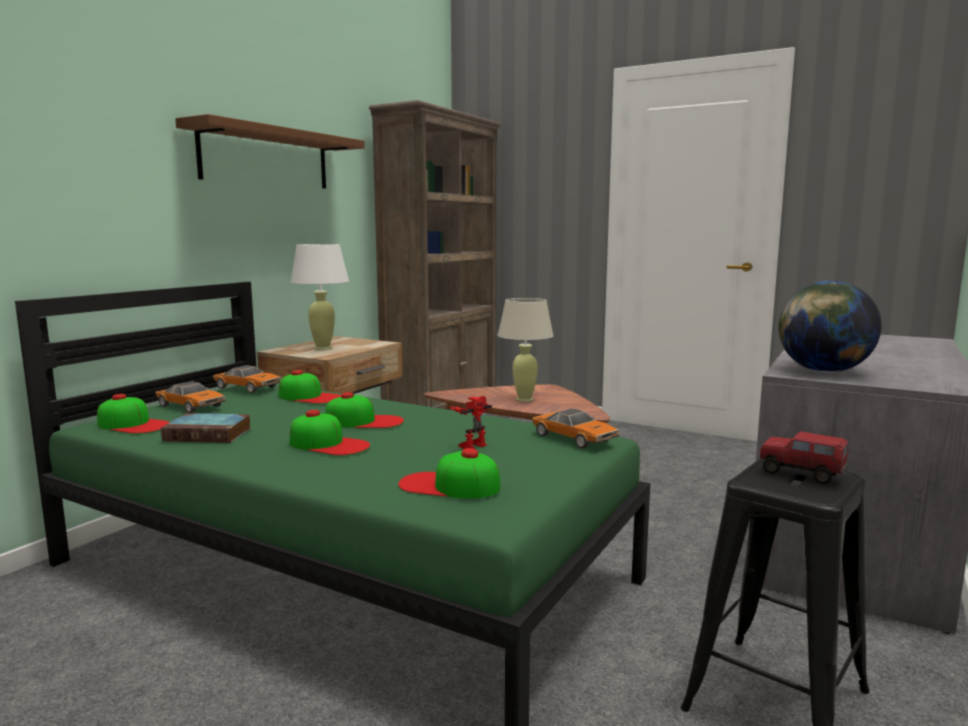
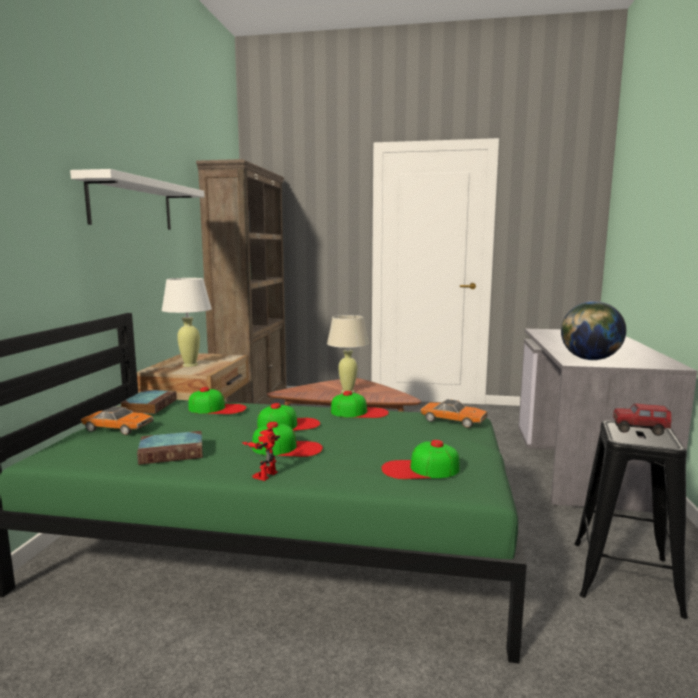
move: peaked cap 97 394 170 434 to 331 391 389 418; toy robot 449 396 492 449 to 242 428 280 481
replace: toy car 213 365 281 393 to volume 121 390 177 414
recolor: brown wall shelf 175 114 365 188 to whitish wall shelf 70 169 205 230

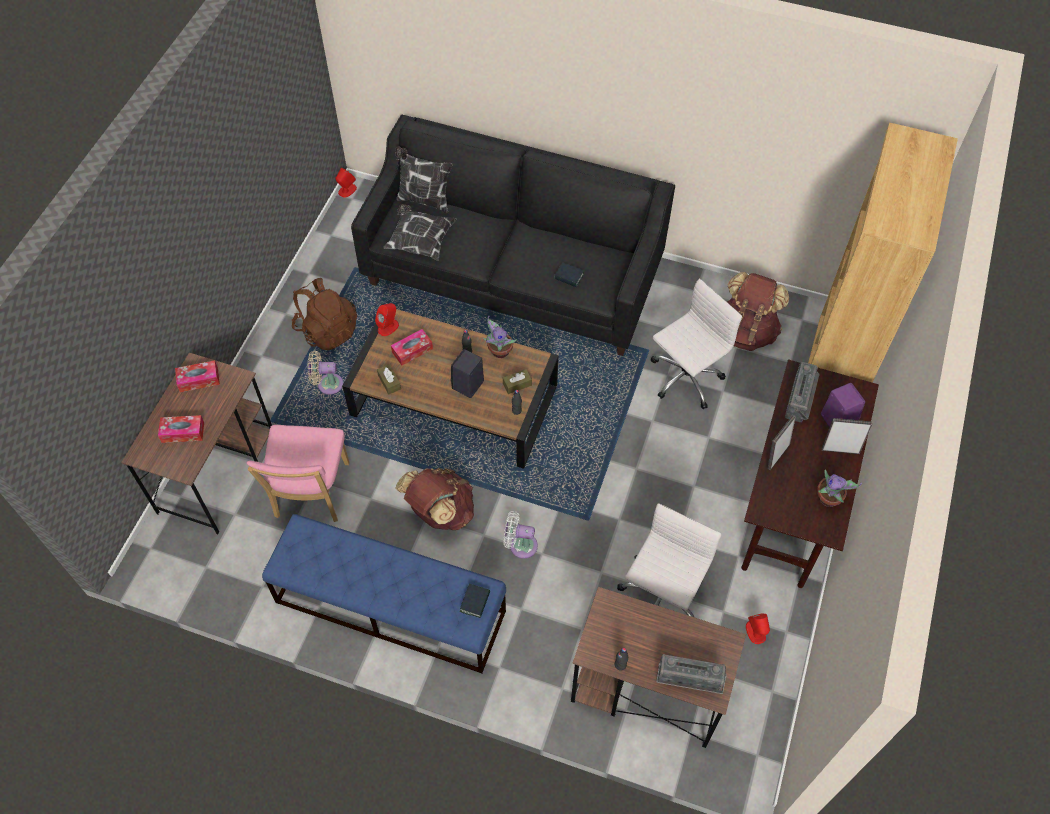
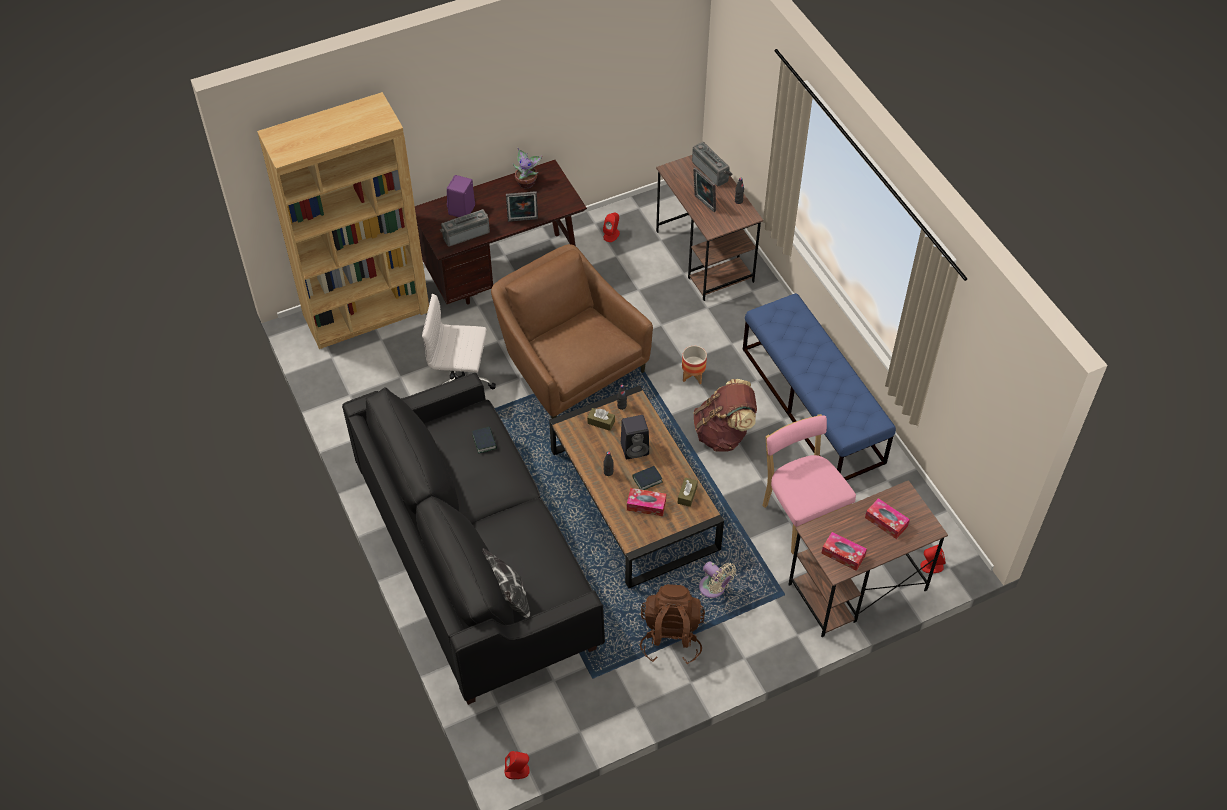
delete: pillow 383 204 457 261; houseplant 483 316 517 358; whitish office chair 617 503 721 617; brown knapsack 727 272 789 351
insert: brown easy chair 491 244 653 419
move: red-coloured speaker 375 303 399 336 to 921 545 946 573; volume 460 584 490 618 to 632 466 663 490; photo frame 822 418 872 454 to 693 168 716 212
replace: whitish fan 504 511 538 559 to flower pot 682 346 707 384
rotate: pinkish plain chair 247 425 350 522 = 762 414 856 554 75 degrees counterclockwise

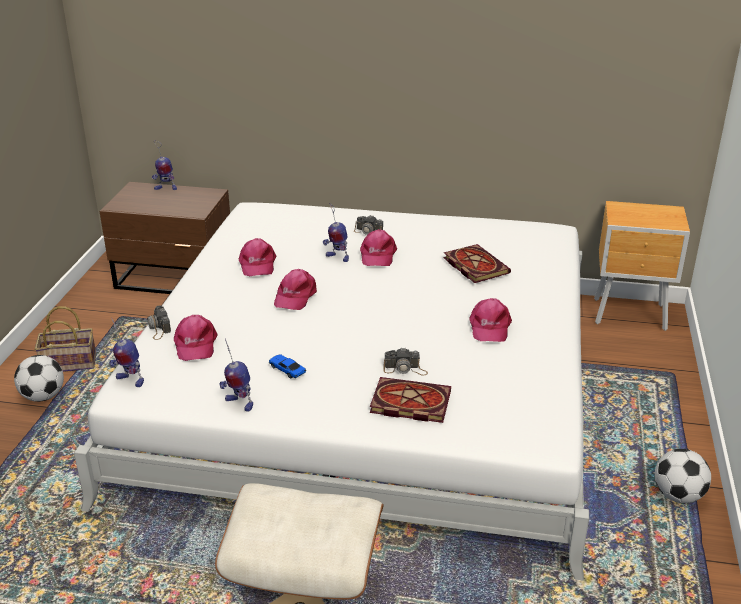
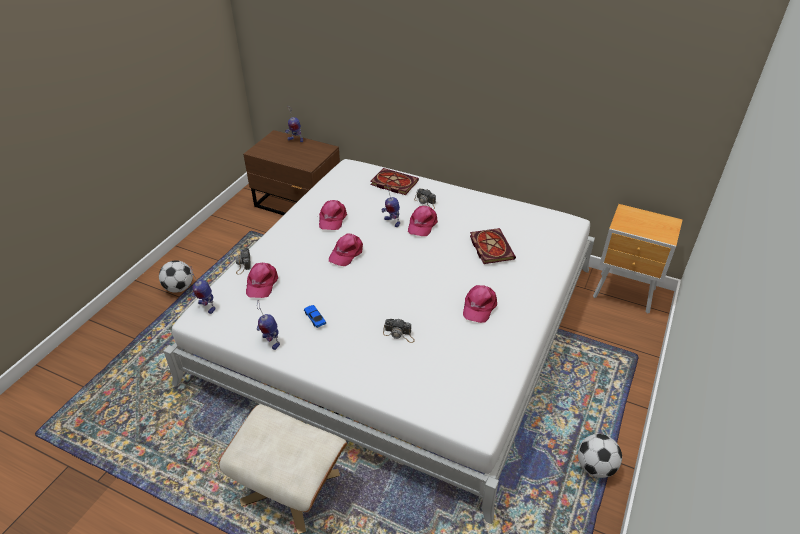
delete: storage basket 35 306 96 372
move: volume 370 377 451 423 to 370 168 419 195

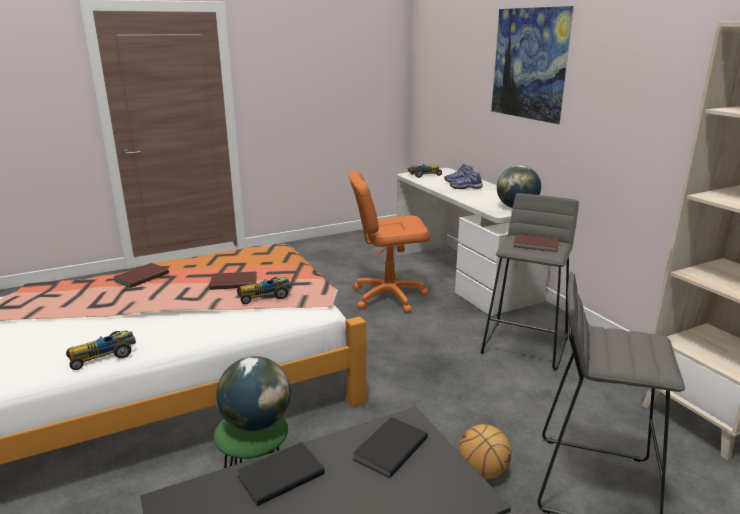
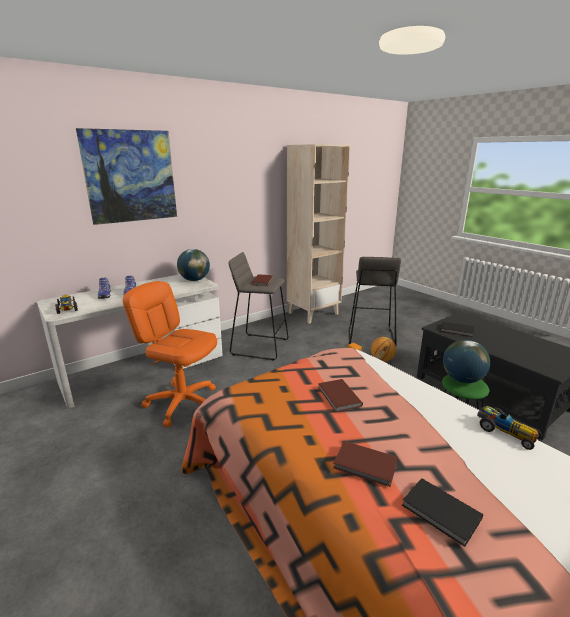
delete: toy car 237 277 292 304
move: blackish volume 237 442 325 506 to 402 478 483 547
rotate: orangey office chair 349 171 430 313 = 123 281 217 427 135 degrees clockwise

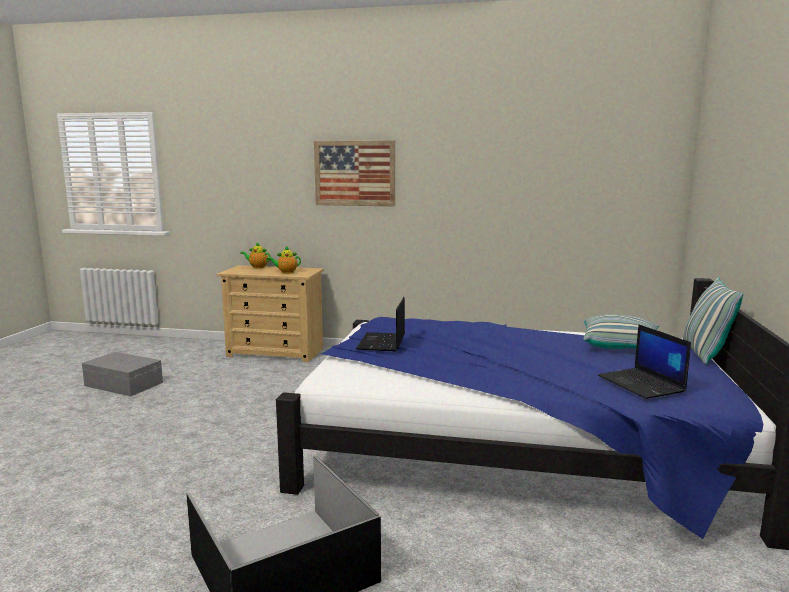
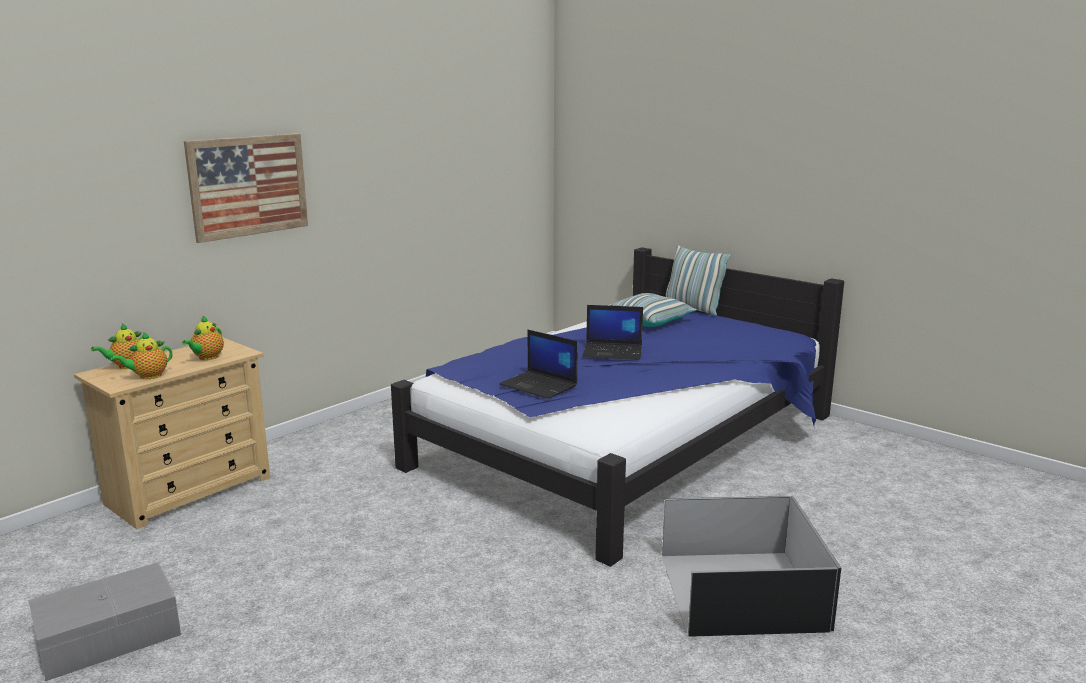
insert: pot for tea 111 332 172 379
move: laptop 598 324 691 399 to 582 305 643 360

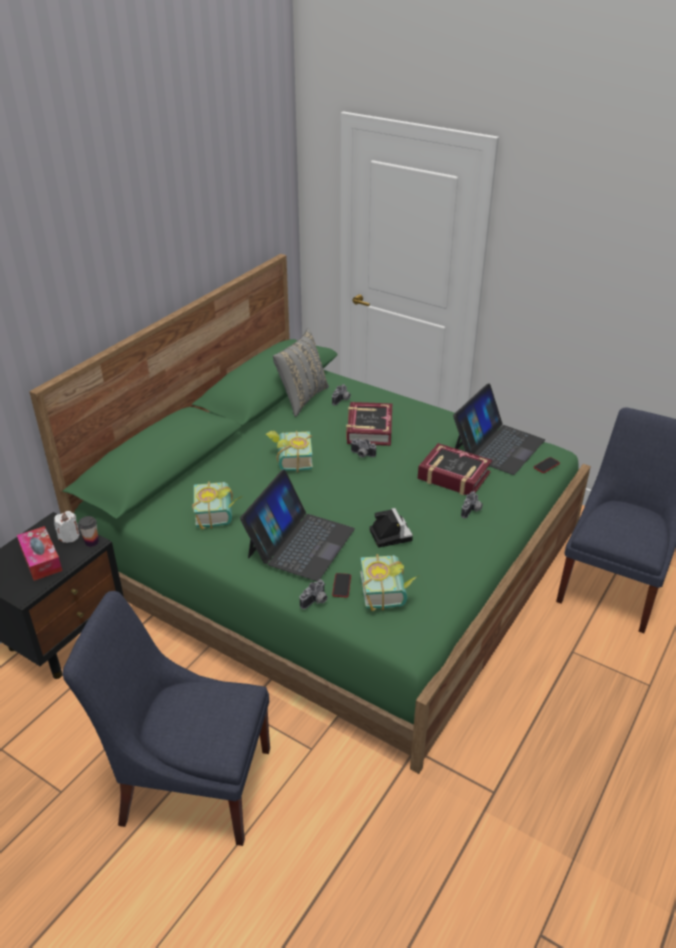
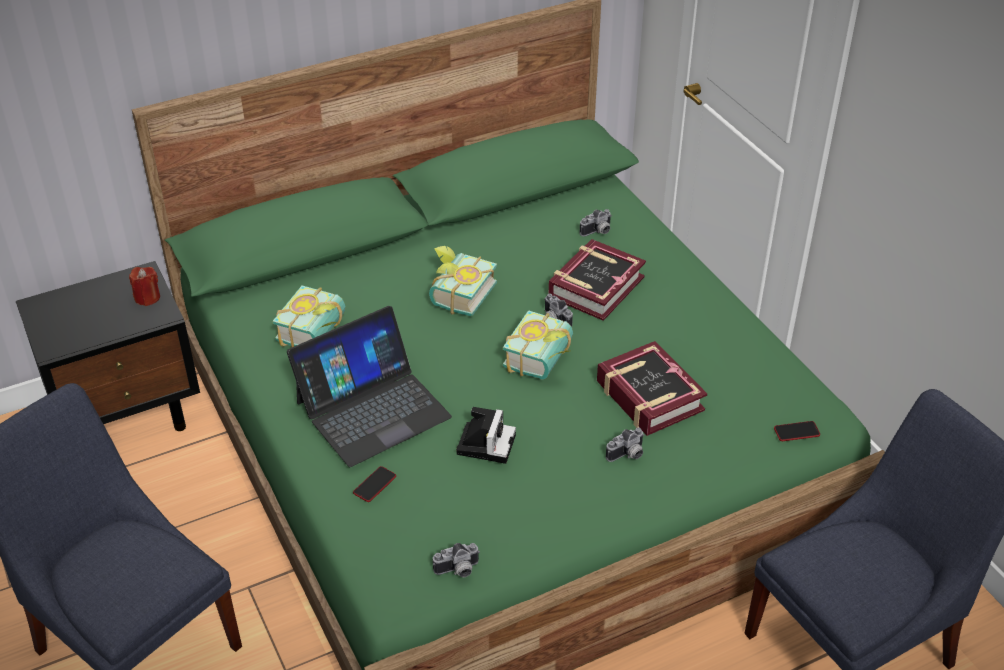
delete: tissue holder 17 526 62 581; cup 78 516 99 547; gray pillow 273 328 329 417; laptop 453 383 545 475
move: photo camera 300 579 327 609 to 433 543 480 577; volume 360 554 420 611 to 503 310 573 379
recolor: whitish wax candle 54 511 80 543 to red-coloured wax candle 129 267 160 306

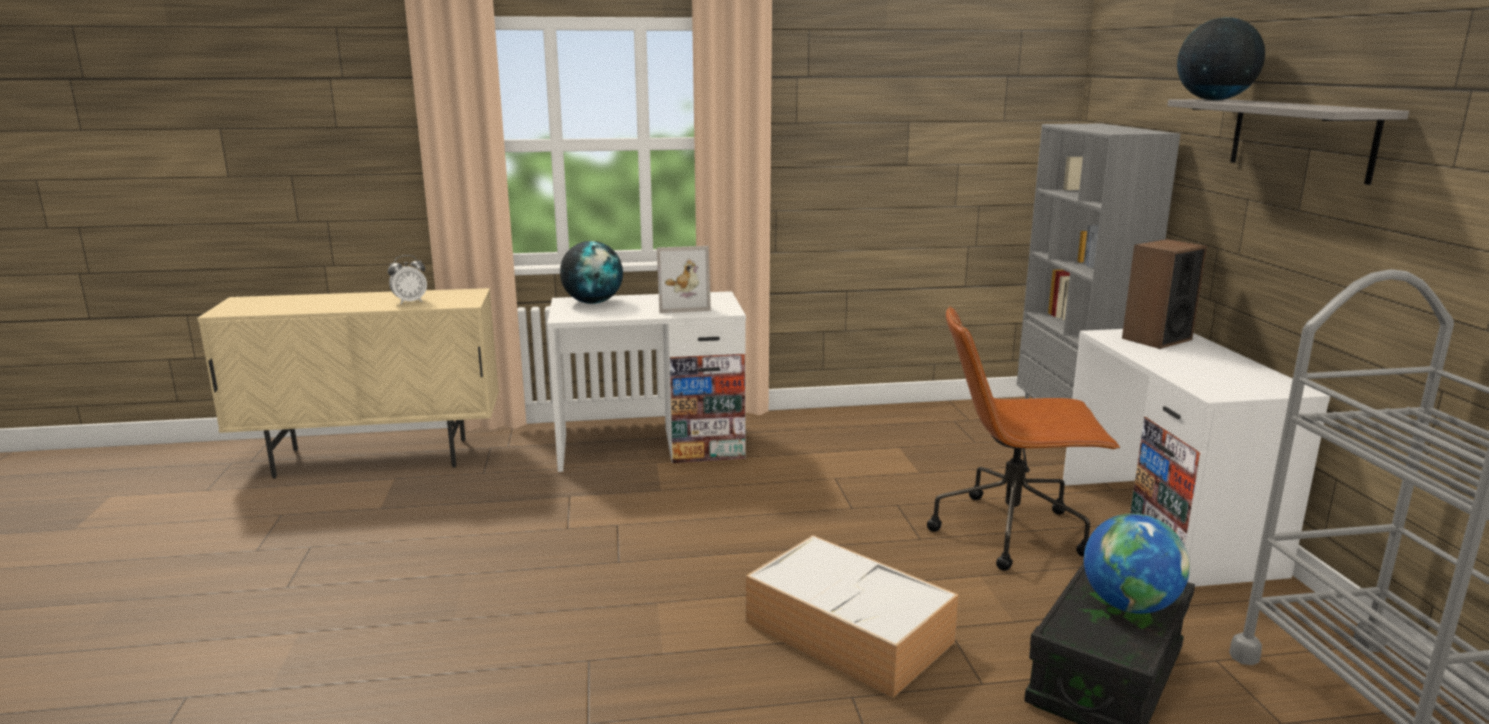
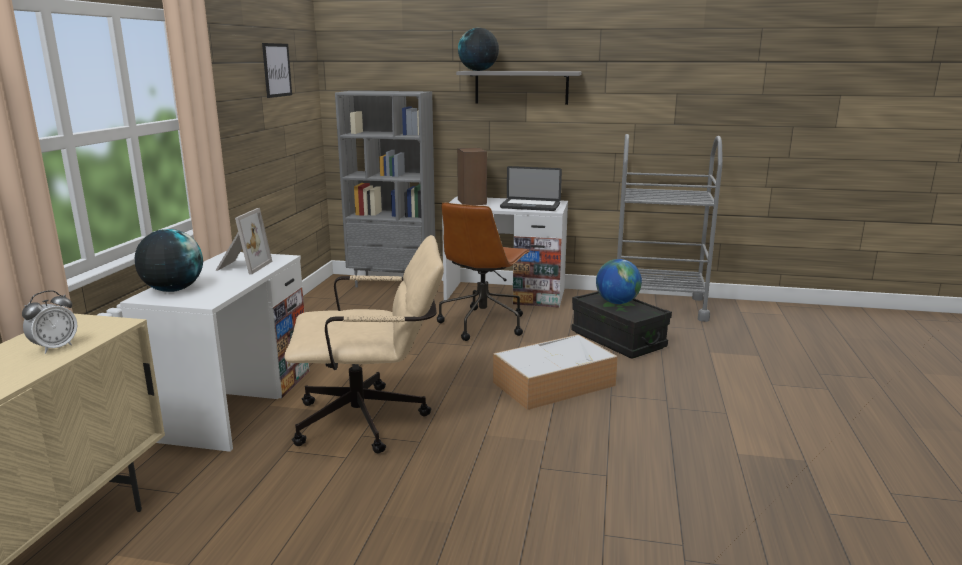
insert: picture 262 43 292 98; sand-coloured office chair 284 235 444 454; laptop 500 166 562 211
rotate: alarm clock 388 255 427 304 = 22 290 77 354 45 degrees clockwise

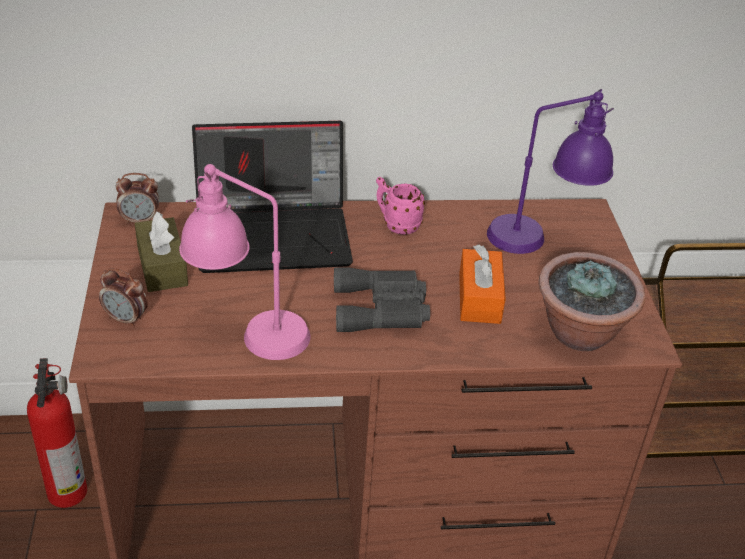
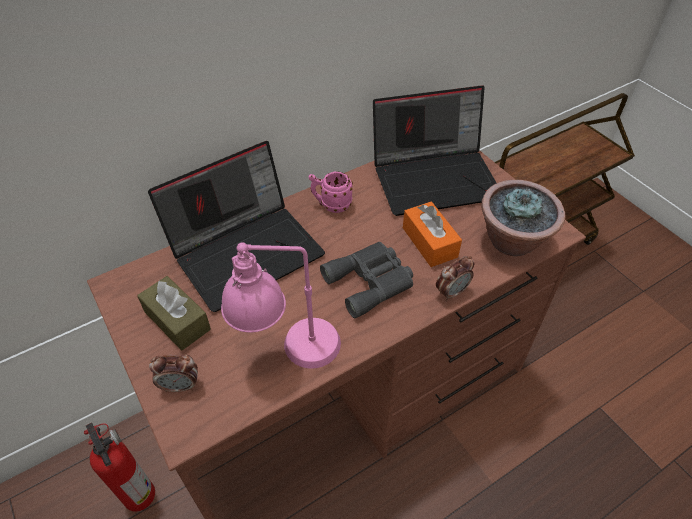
move: alarm clock 116 173 159 224 to 436 256 474 301
replace: purple-coloured lamp for a table 487 89 614 254 to laptop 373 86 496 216

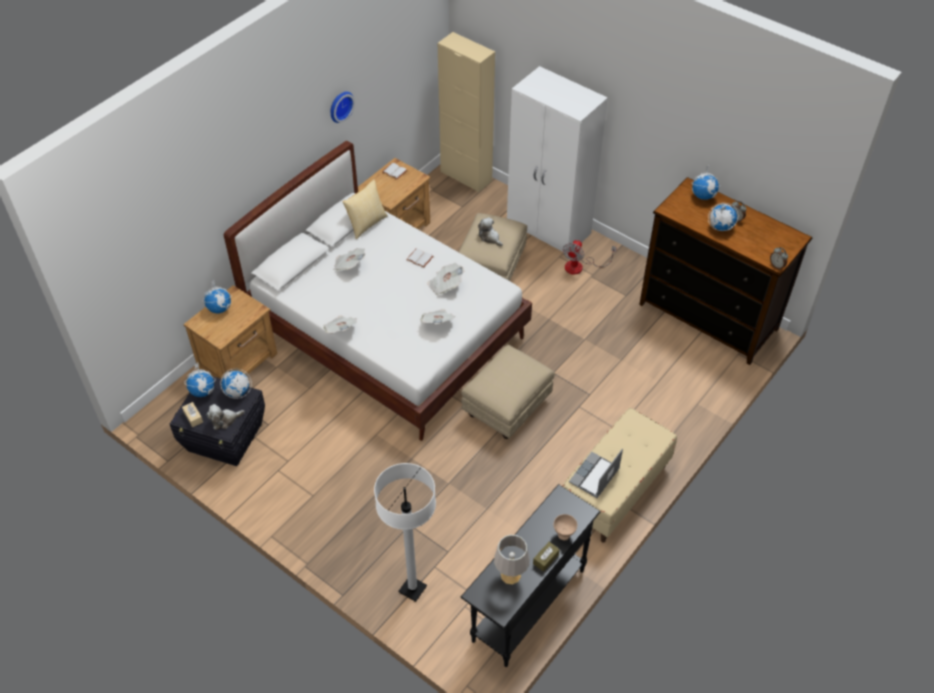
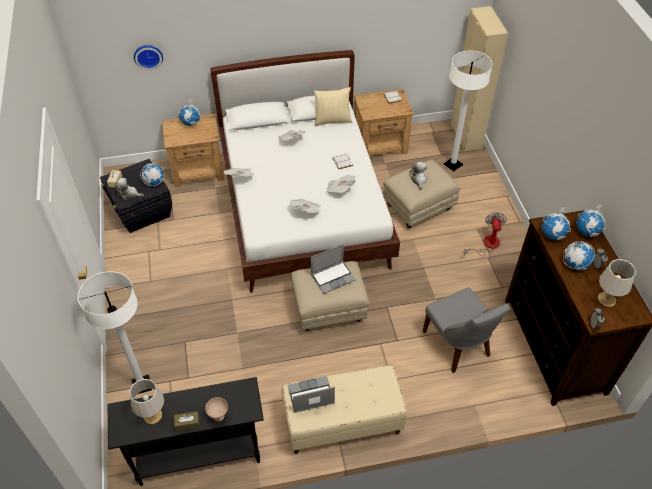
delete: whitish wardrobe 507 66 608 255
insert: laptop 311 244 356 294; gray plain chair 423 287 510 373; whitish standard lamp 444 51 493 171; gray lamp for a table 598 259 636 307
move: globe 184 362 215 397 to 542 207 571 240; hanging clock 331 92 355 123 to 134 45 163 70
rotate: fan 562 240 617 274 = 463 212 507 256 120 degrees clockwise

